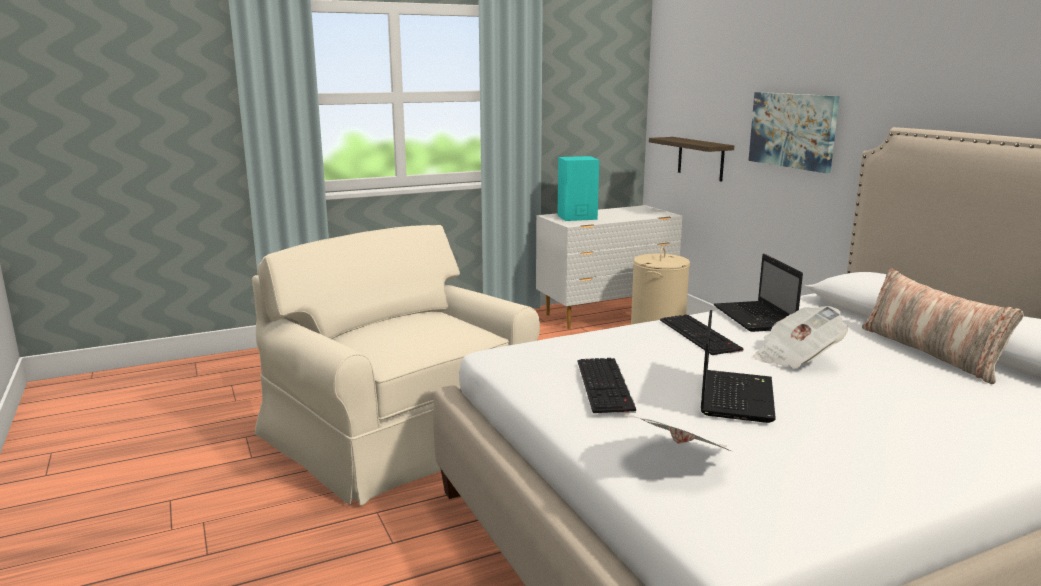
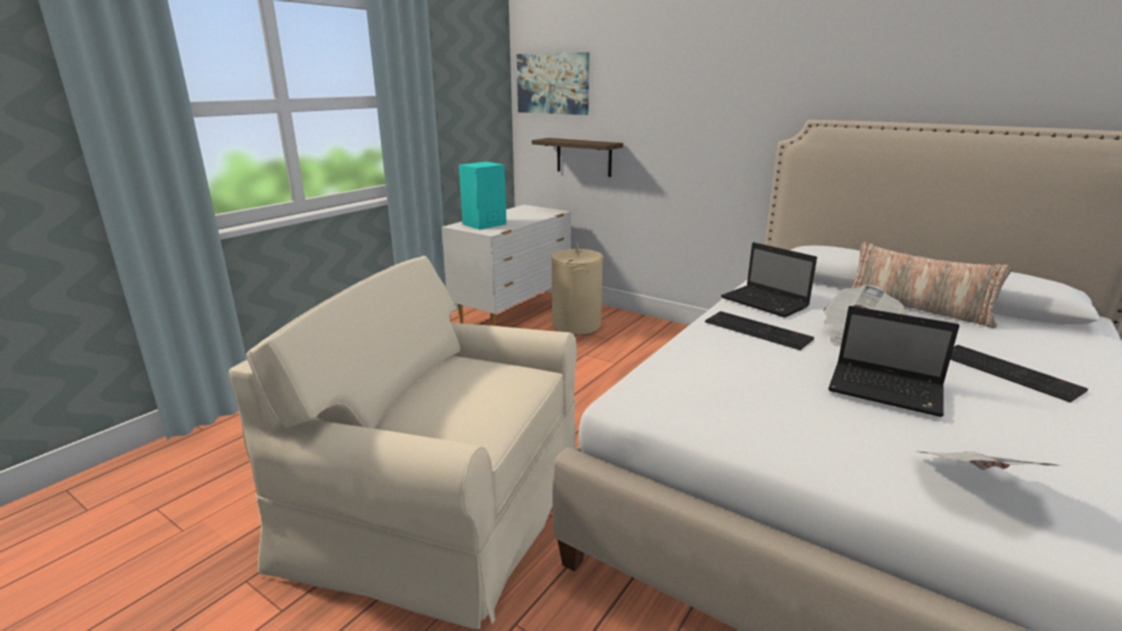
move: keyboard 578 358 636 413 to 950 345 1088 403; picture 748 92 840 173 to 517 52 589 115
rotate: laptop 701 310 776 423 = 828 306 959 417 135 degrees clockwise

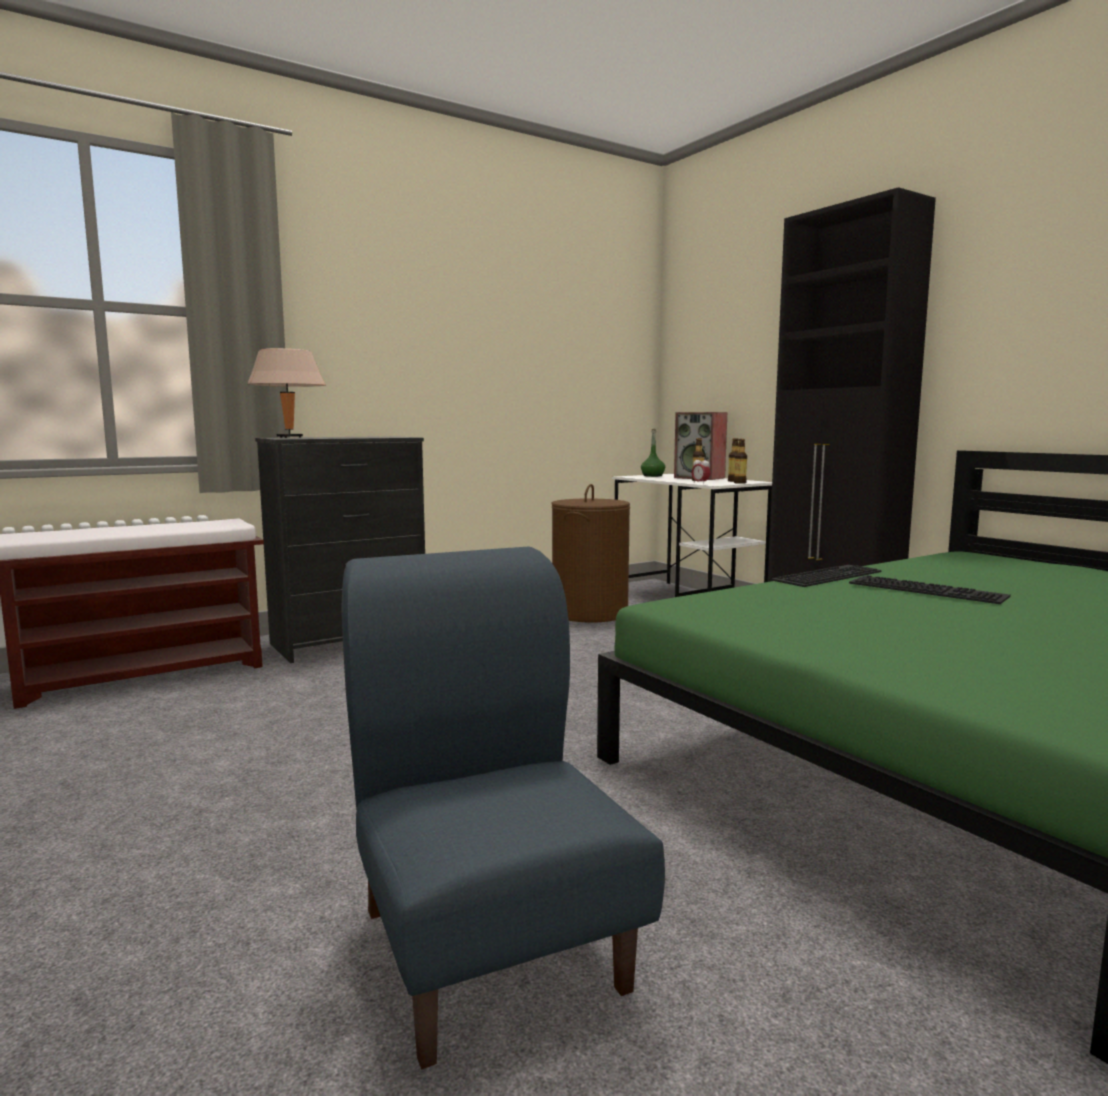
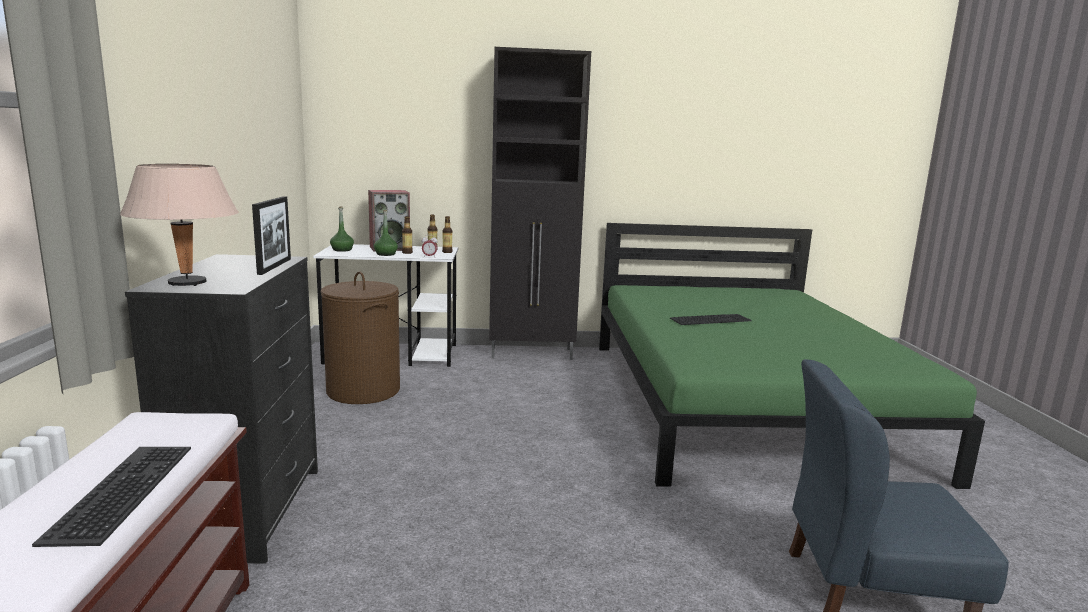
insert: photo frame 252 196 291 275; green-coloured beverage bottle 374 210 398 256
move: keyboard 771 565 882 587 to 32 447 191 547

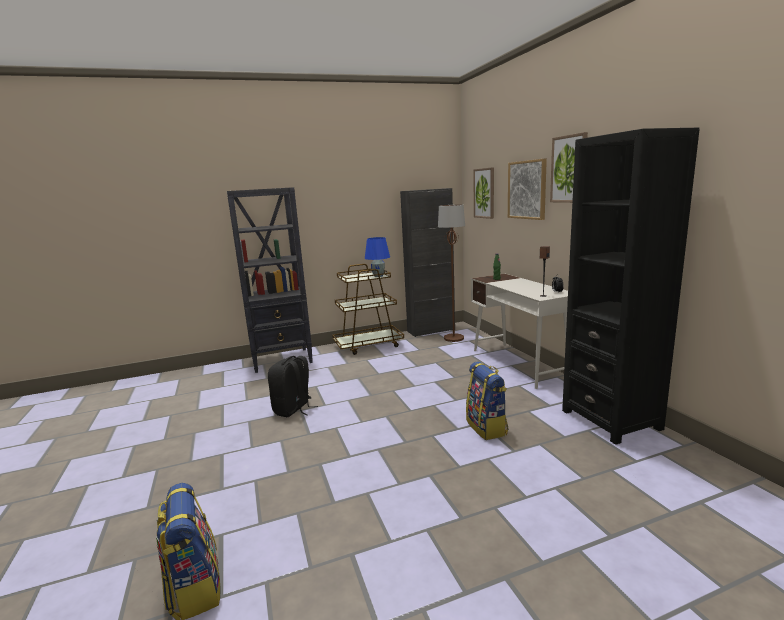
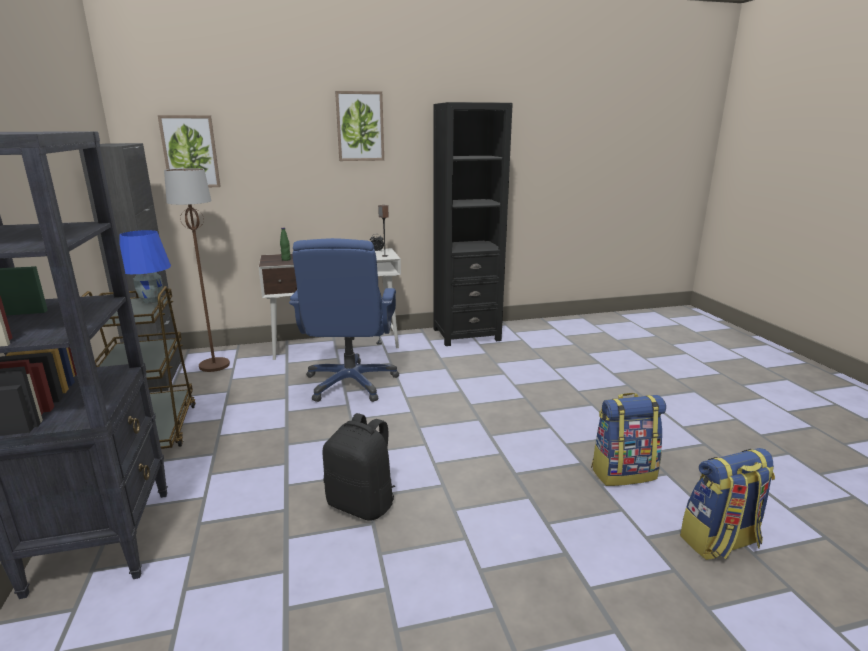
delete: picture 508 159 547 220
insert: bluish office chair 289 238 399 402
move: knapsack 466 361 509 440 to 591 393 666 486

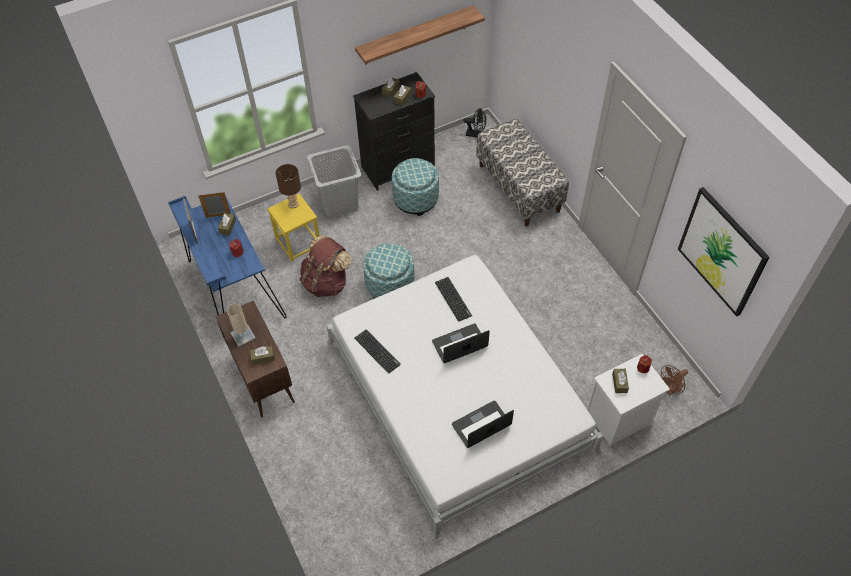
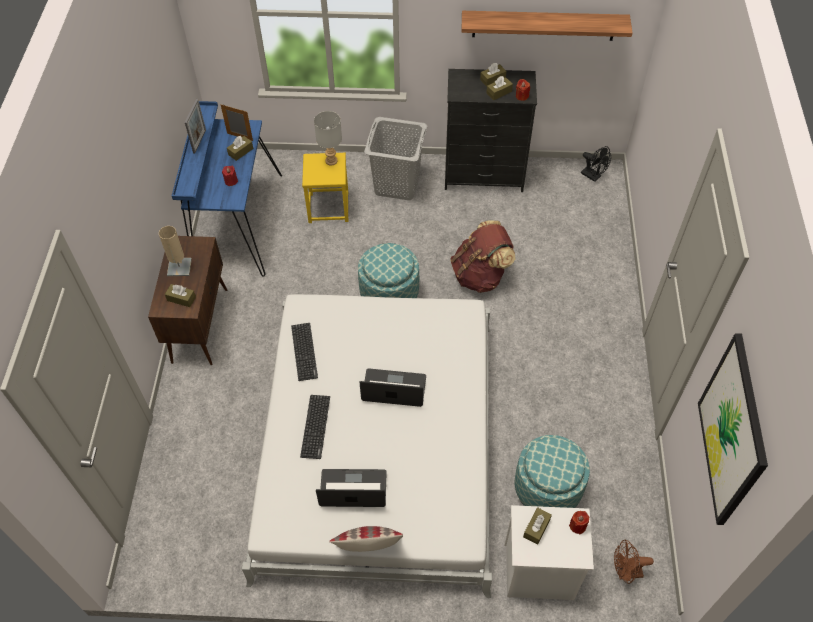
delete: indoor bench 476 119 569 226
insert: pillow 329 526 403 552
move: brown knapsack 299 235 352 297 to 450 220 515 293; pouffe 392 158 439 216 to 515 435 590 508; keyboard 435 277 472 322 to 300 395 330 459
recolor: brown lamp for a table 276 164 301 208 to gray lamp for a table 314 111 342 166

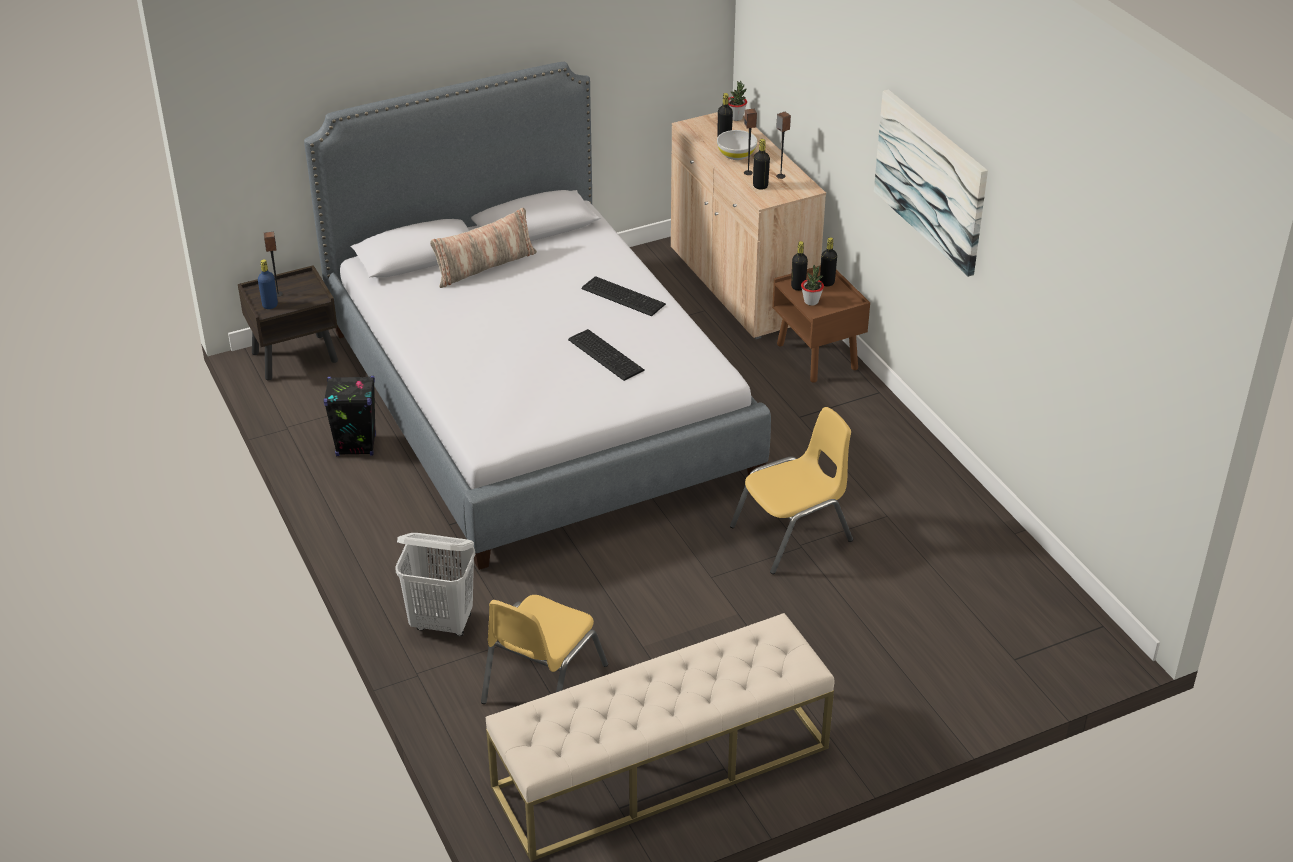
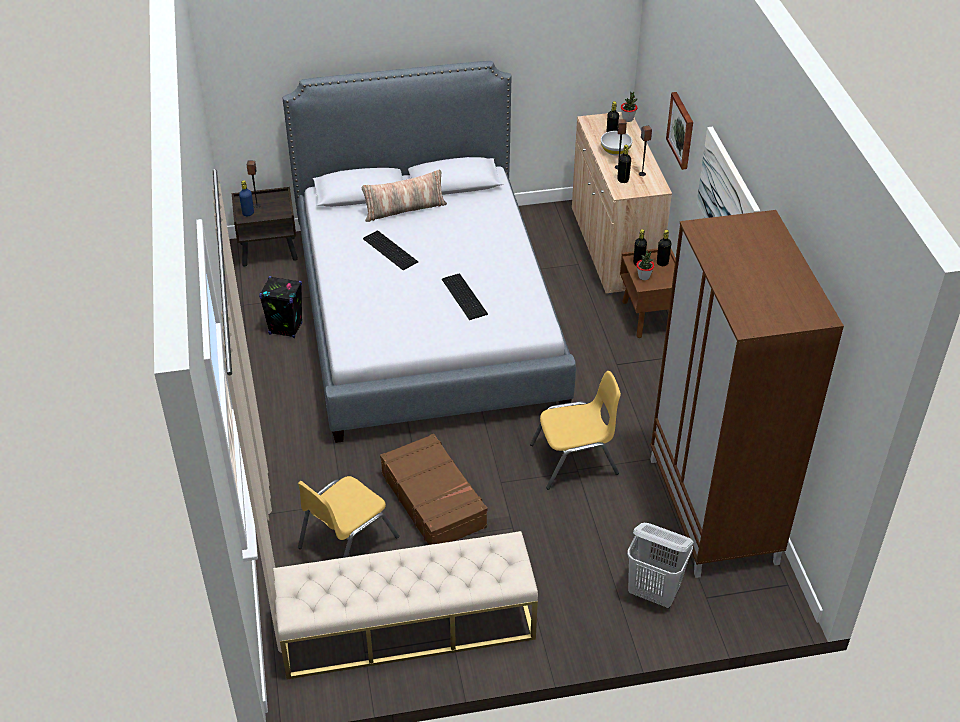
insert: brown travel case 380 434 487 545; brown wardrobe 650 210 844 578; picture 666 92 693 170
move: whitish laundry basket 395 533 475 636 to 627 523 694 608; keyboard 581 276 666 316 to 363 231 418 270

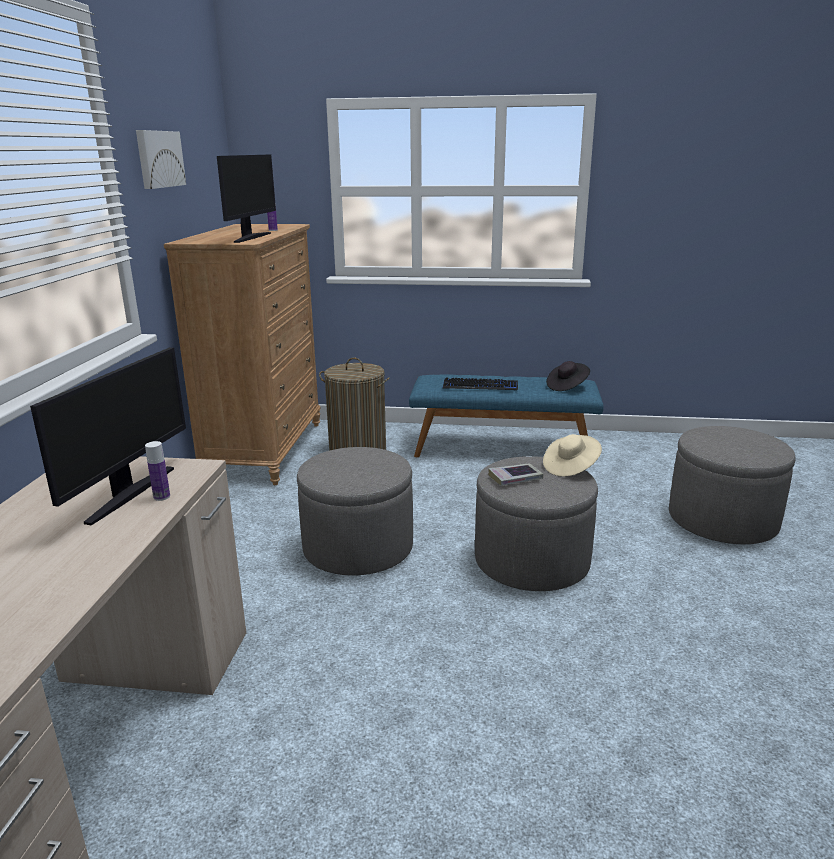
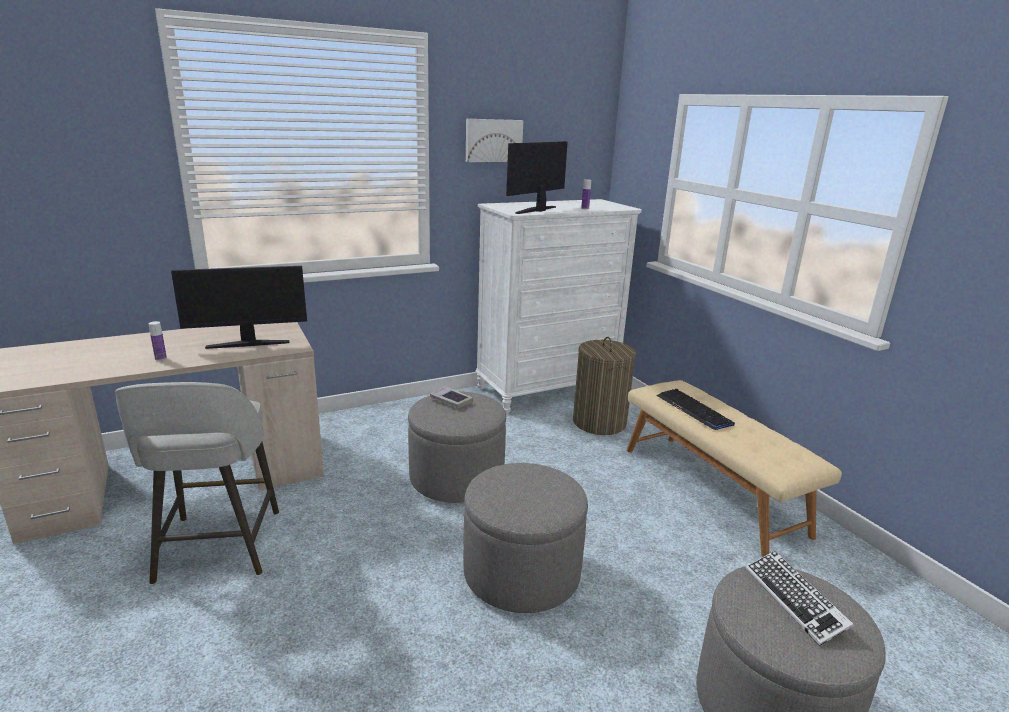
delete: sand-coloured clothing hat 543 434 602 477; blackish clothing hat 546 361 590 391
insert: gray stool seat 115 382 279 584; keyboard 745 550 854 646
move: beverage bottle 145 441 170 501 to 149 321 167 361; volume 489 463 543 486 to 430 386 473 408
recolor: brown dresser 164 224 321 485 to whitish dresser 475 199 642 413; bluish indoor bench 409 374 604 457 to sand-coloured indoor bench 627 380 842 557
rotate: computer screen 217 154 276 243 = 506 141 568 214 150 degrees clockwise

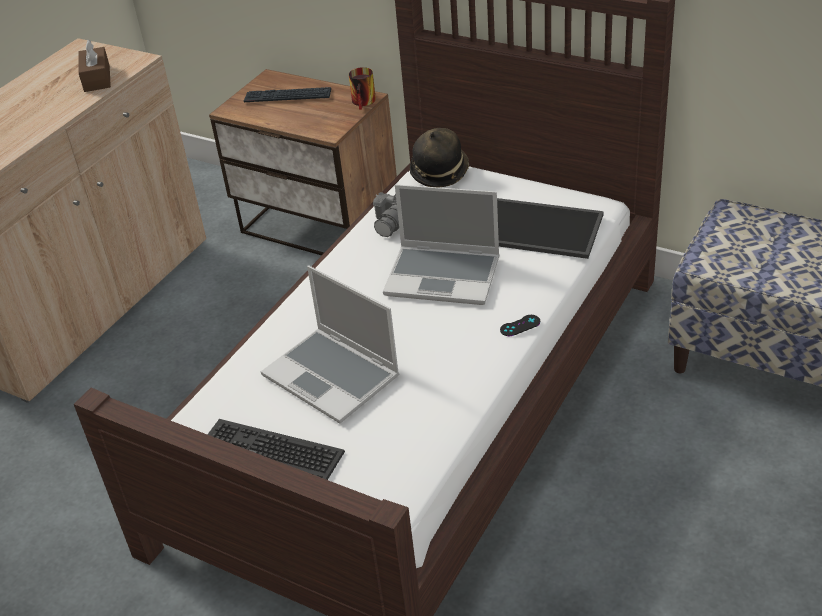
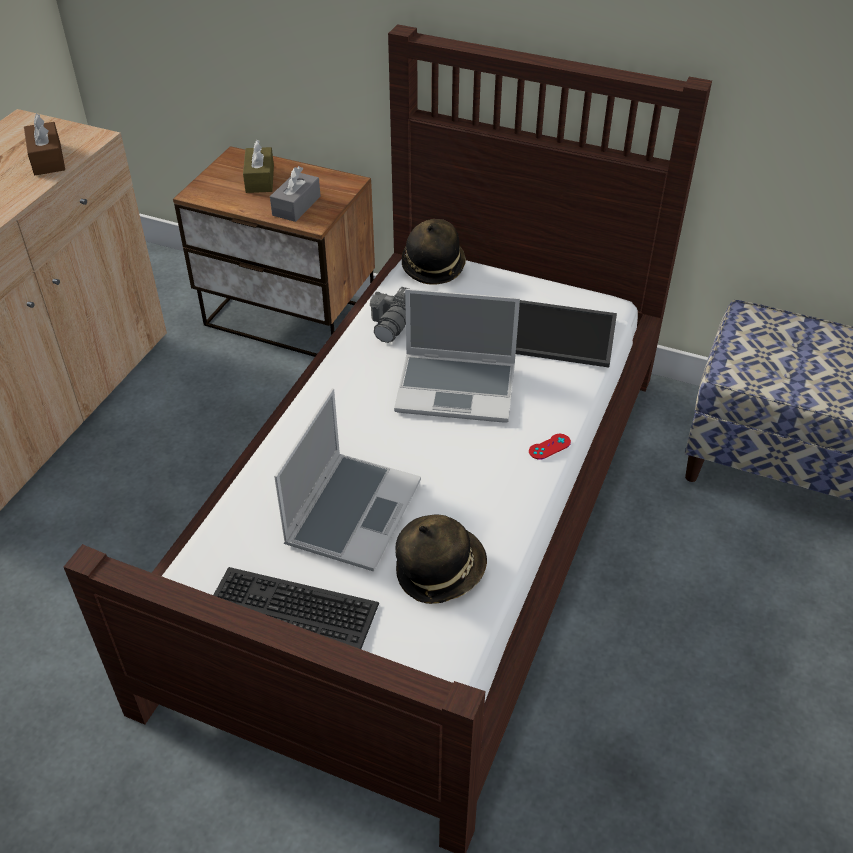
delete: mug 349 67 376 110
insert: gray tissue holder 270 166 321 222; clothing hat 395 514 487 604
replace: keyboard 244 87 331 102 to brown tissue holder 243 140 274 193
recolor: blackish game controller 500 315 540 336 to red-coloured game controller 529 434 571 460
rotate: laptop 261 266 399 423 = 274 388 421 572 105 degrees counterclockwise

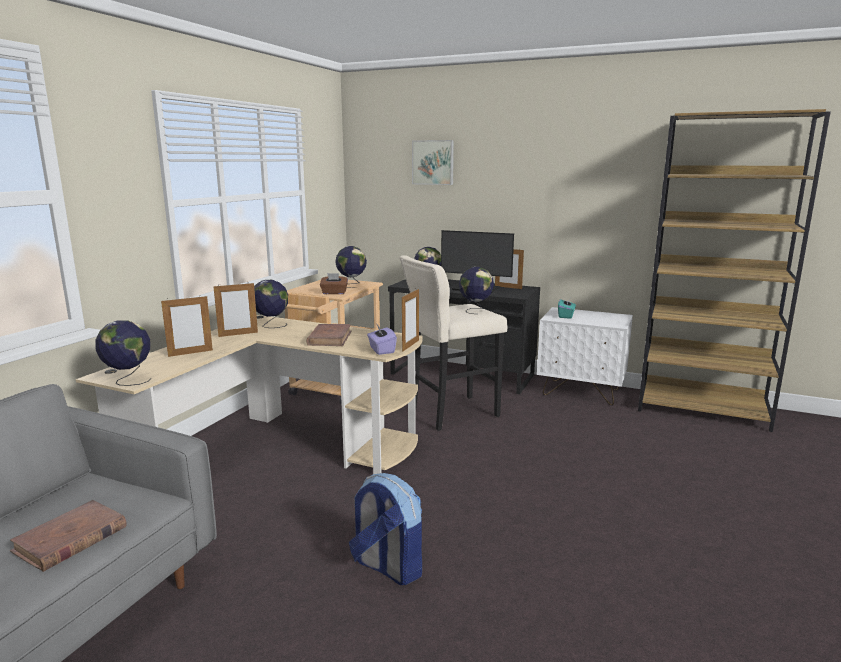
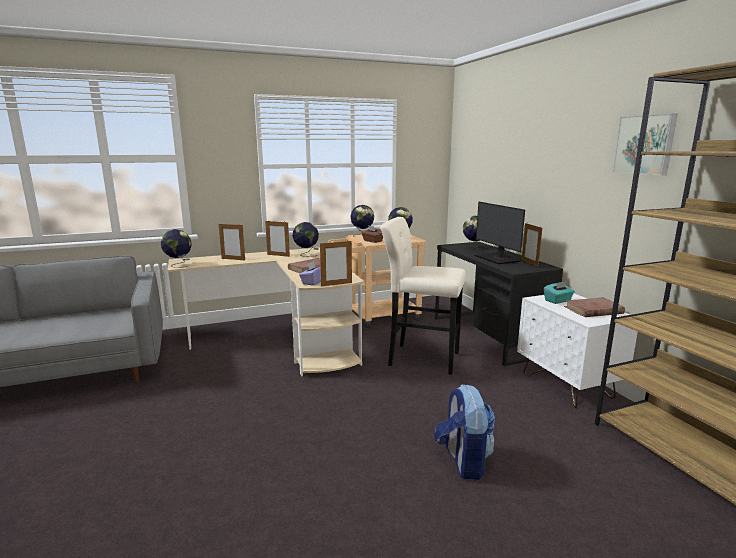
move: brown volume 10 500 126 572 to 564 297 625 317; knapsack 349 473 422 585 to 434 384 495 480; picture 412 140 454 185 to 612 113 678 176; globe 459 267 494 314 to 350 205 374 237

